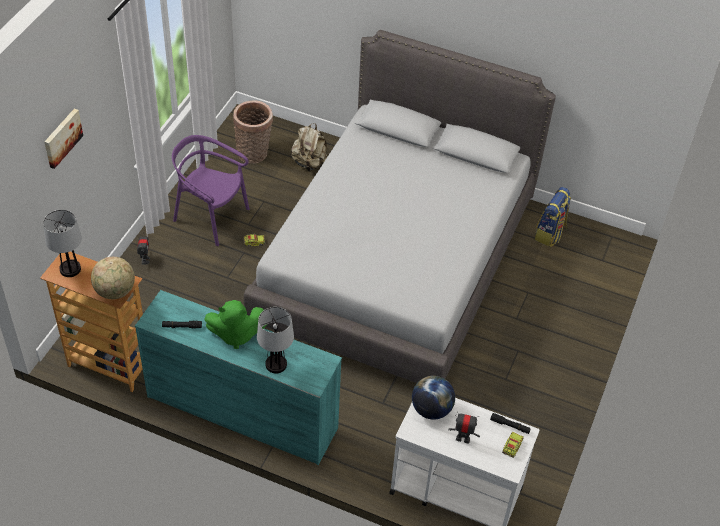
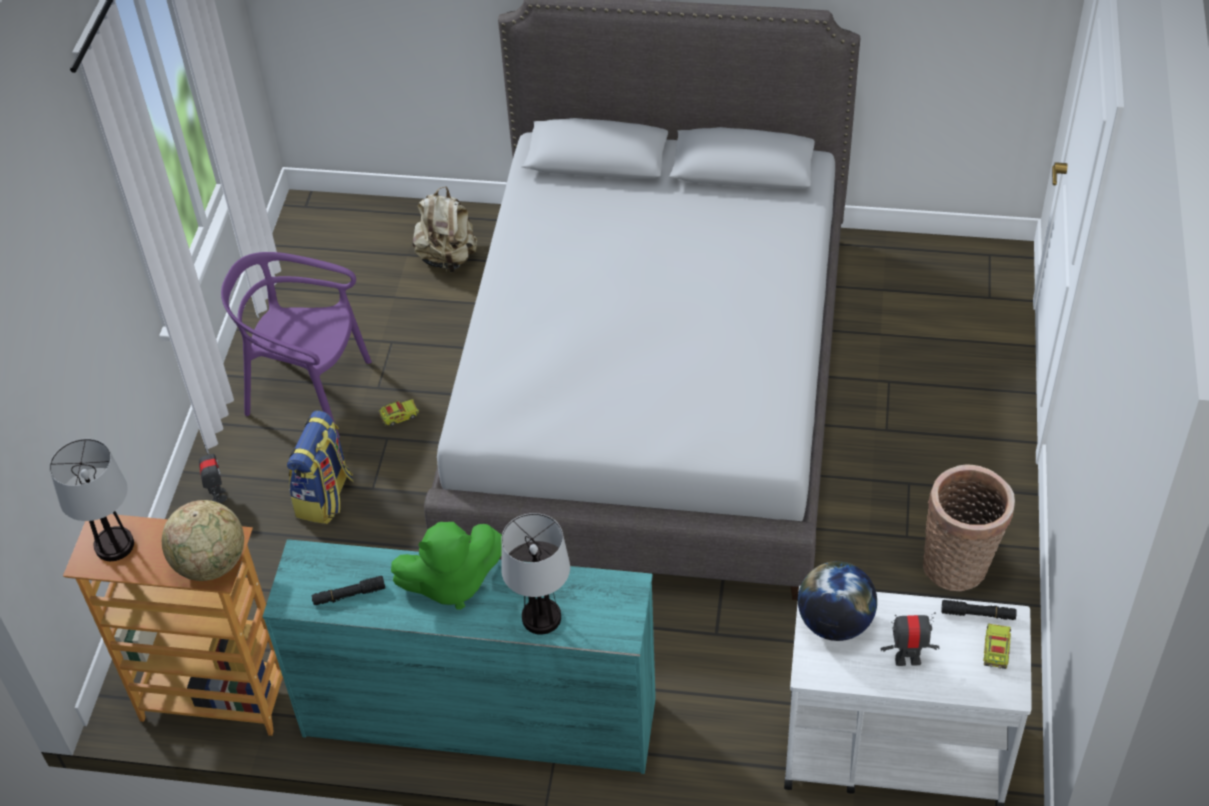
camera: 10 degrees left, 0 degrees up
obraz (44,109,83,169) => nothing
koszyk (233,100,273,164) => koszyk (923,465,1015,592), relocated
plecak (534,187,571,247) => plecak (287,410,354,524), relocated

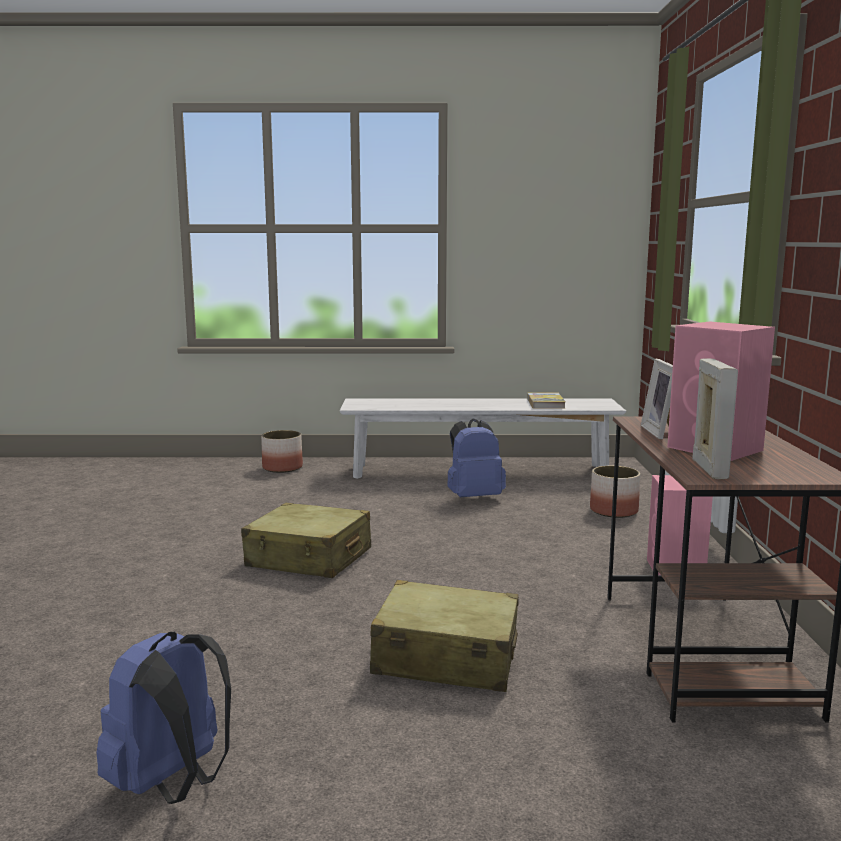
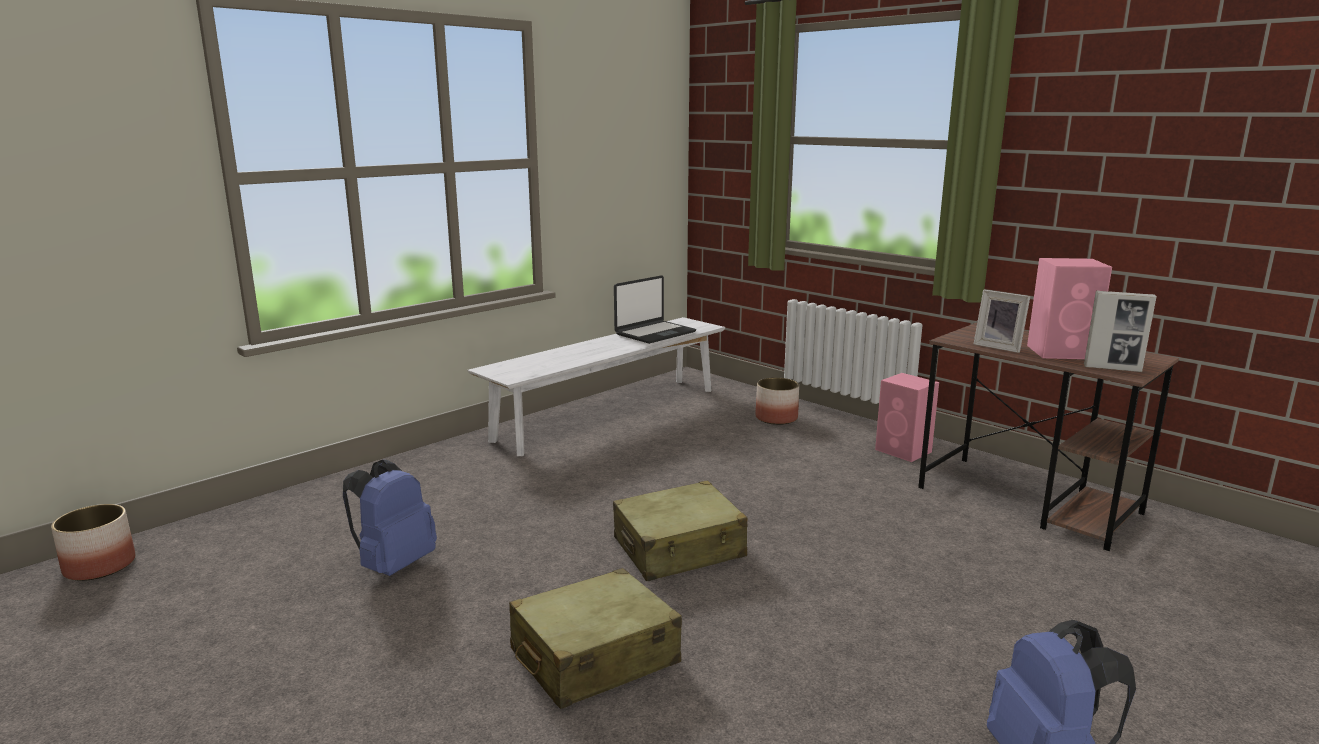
camera: 45 degrees left, 5 degrees up
donica (261,430,303,473) => donica (51,504,135,581), relocated
walizka [beżowy] (370,580,519,692) => walizka [beżowy] (509,568,682,709), relocated
plecak [niebieski] (447,418,506,497) => plecak [niebieski] (343,460,437,576), relocated
książka (527,392,566,409) => laptop (614,275,696,344)
ramka na zdjęcie (692,358,738,479) => ramka na zdjęcie (1084,290,1157,372), 150 degrees clockwise

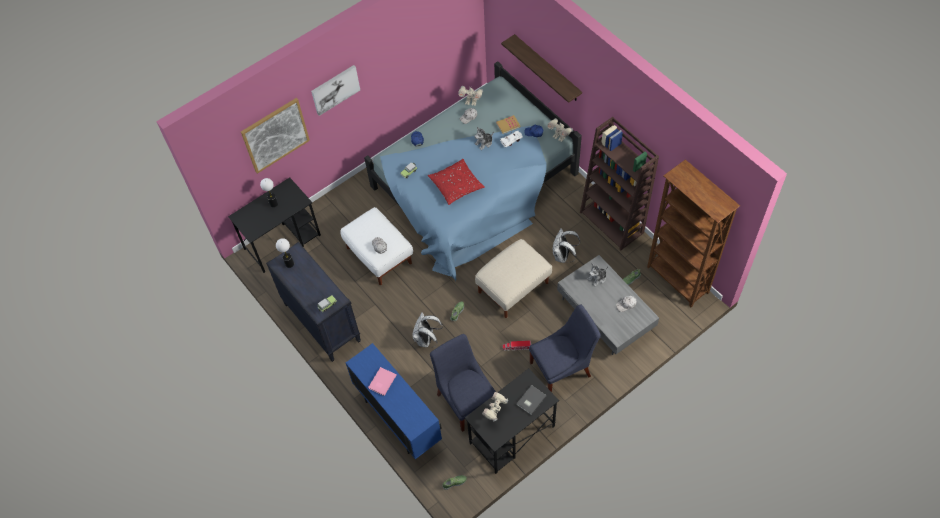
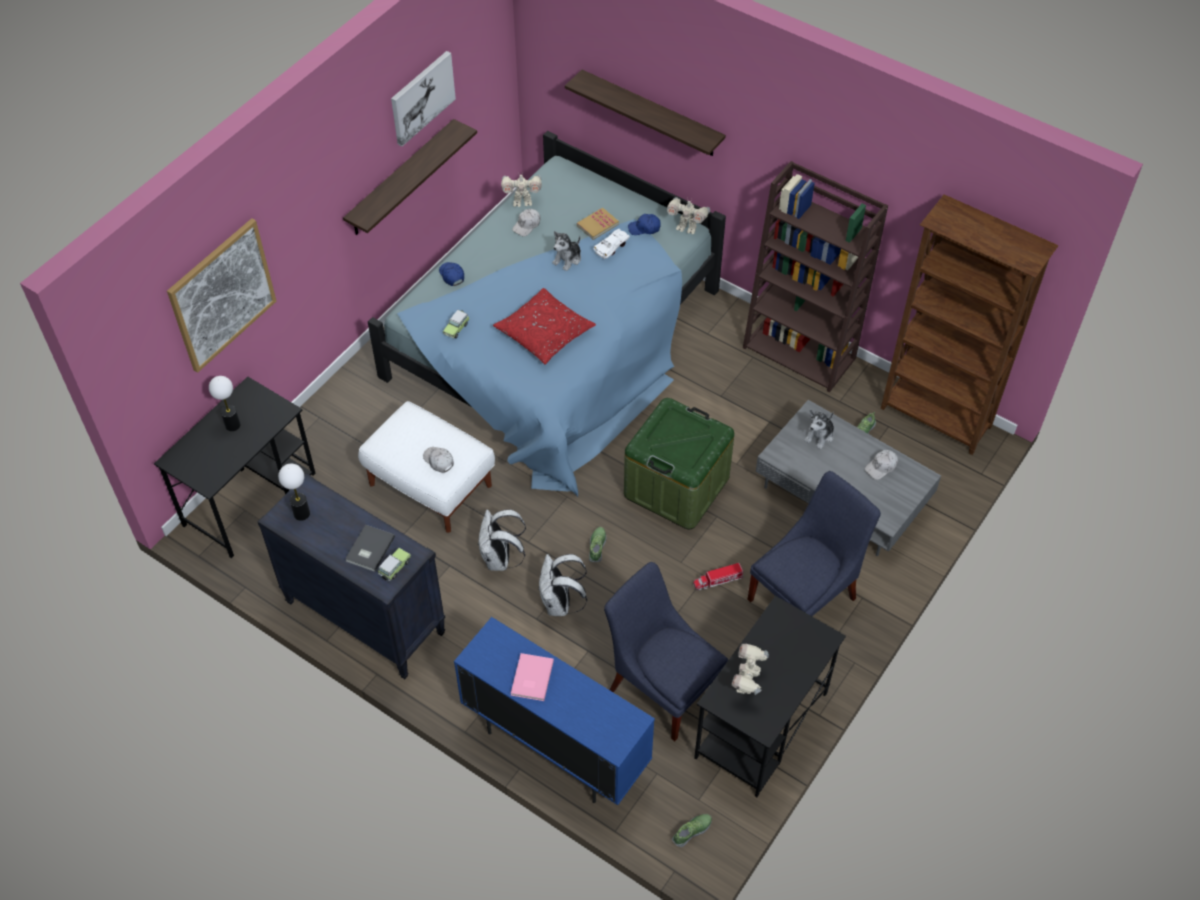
camera: 20 degrees left, 5 degrees down
obraz (311,65,360,116) => obraz (391,51,456,146), relocated
pufa [beżowy] (475,239,552,318) => pojemnik do przechowywania [zielony] (624,398,734,530)
książka [szary] (516,385,546,415) => książka [szary] (345,525,395,572), relocated
plecak [biały] (553,228,580,263) => plecak [biały] (478,509,526,571), relocated
nothing => półka (343,119,477,235)

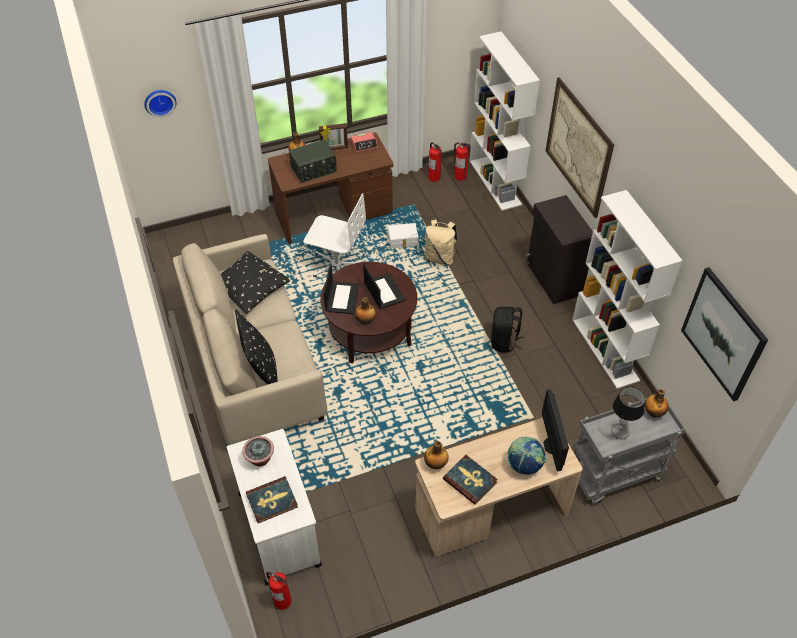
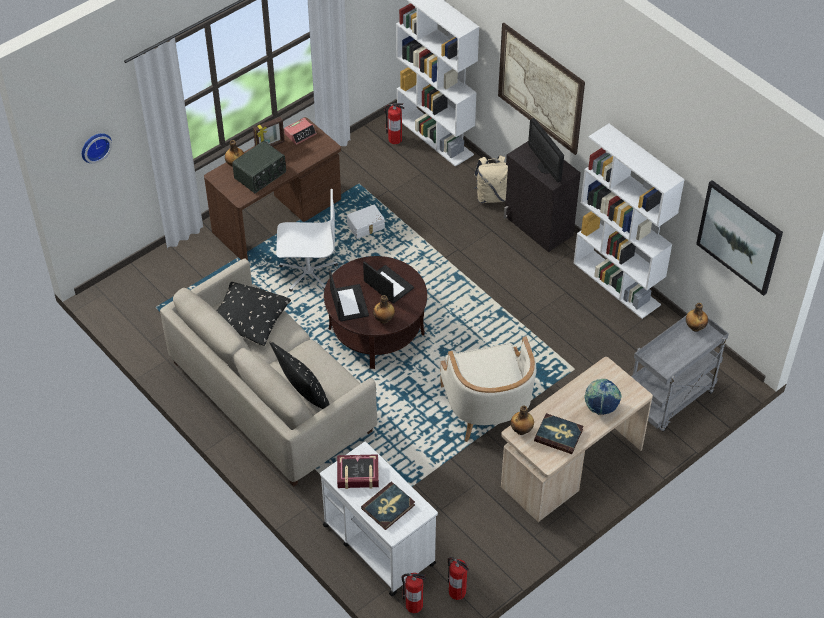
camera: 20 degrees left, 0 degrees up
roślina doniczkowa (242,436,274,466) => książka (337,454,379,489)
plecak [beżowy] (424,219,458,265) => plecak [beżowy] (474,155,508,203), relocated
gaśnica (428,142,442,182) => gaśnica (448,557,469,600), relocated
plecak [czarny] (491,307,524,353) => nothing
monitor (542,390,569,471) => monitor (528,118,564,182), relocated
lampa stołowa (611,387,645,439) => nothing
nothing => fotel [beżowy] (441,336,536,442)

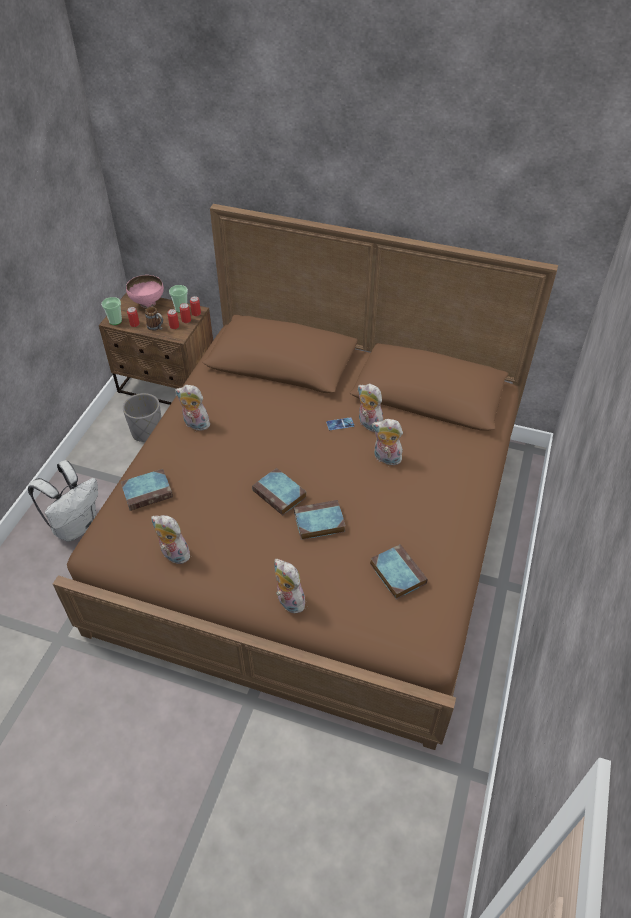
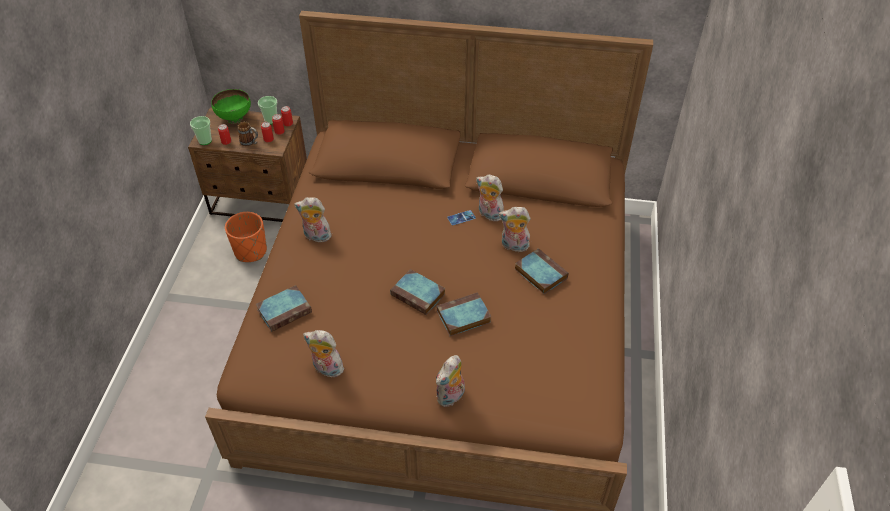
camera: 10 degrees left, 0 degrees up
plecak [biały] (28,460,98,542) => nothing
donica [szary] (123,393,161,442) => donica [pomarańczowy] (225,212,267,262)
miska [różowy] (126,275,164,308) => miska [zielony] (211,89,251,124)
pluszak (274,559,307,614) => pluszak (436,355,465,407), 90 degrees counterclockwise
książka (370,544,428,600) => książka (515,248,569,295), relocated

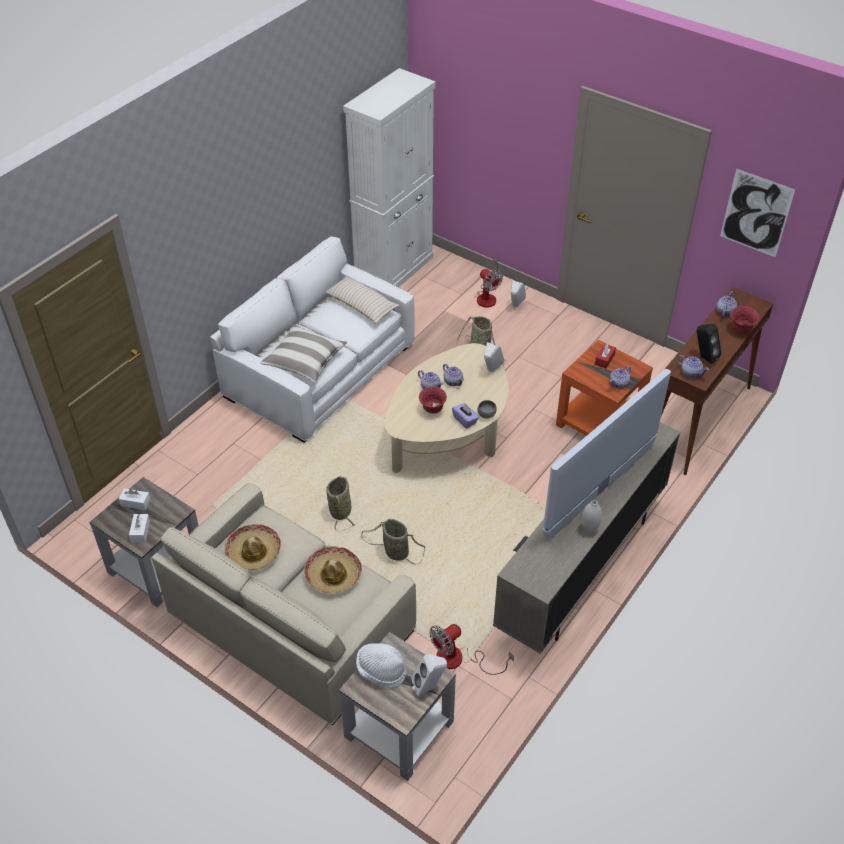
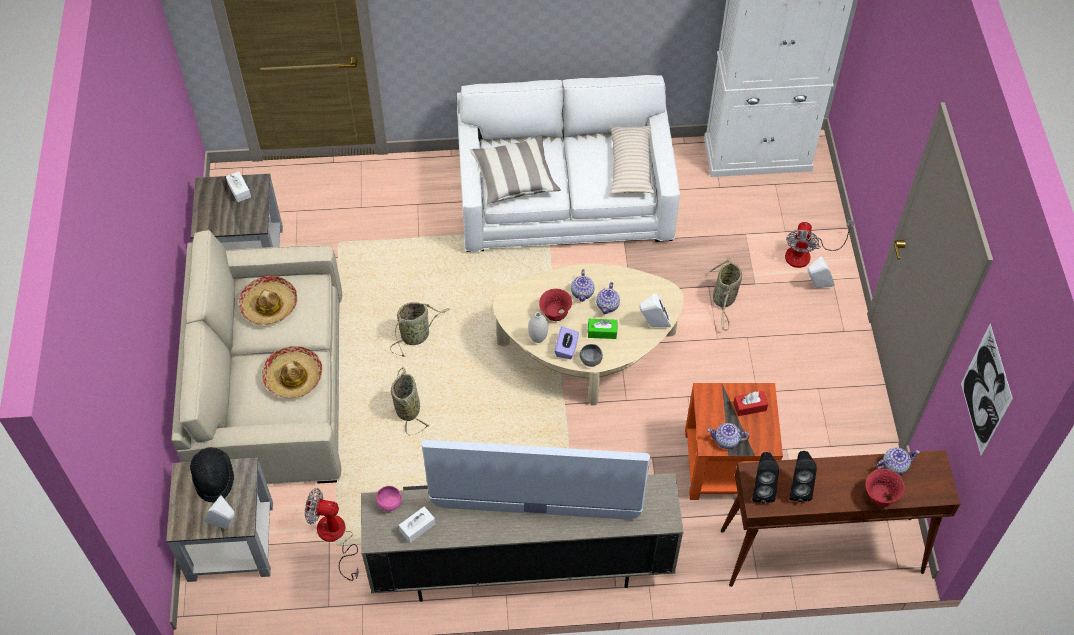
camera: 50 degrees right, 10 degrees up
pudełko chusteczek [biały] (129,514,150,542) => pudełko chusteczek [biały] (399,506,436,543), relocated
kapelusz [biały] (356,643,407,688) => kapelusz [czarny] (190,447,234,502)
wazon [biały] (582,500,602,533) => wazon [biały] (528,312,548,343), relocated
imbryk (677,355,709,378) => głośnik [czarny] (752,452,779,504)
nothing => miska [różowy] (376,486,402,511)
nothing => pudełko chusteczek [zielony] (588,319,617,339)

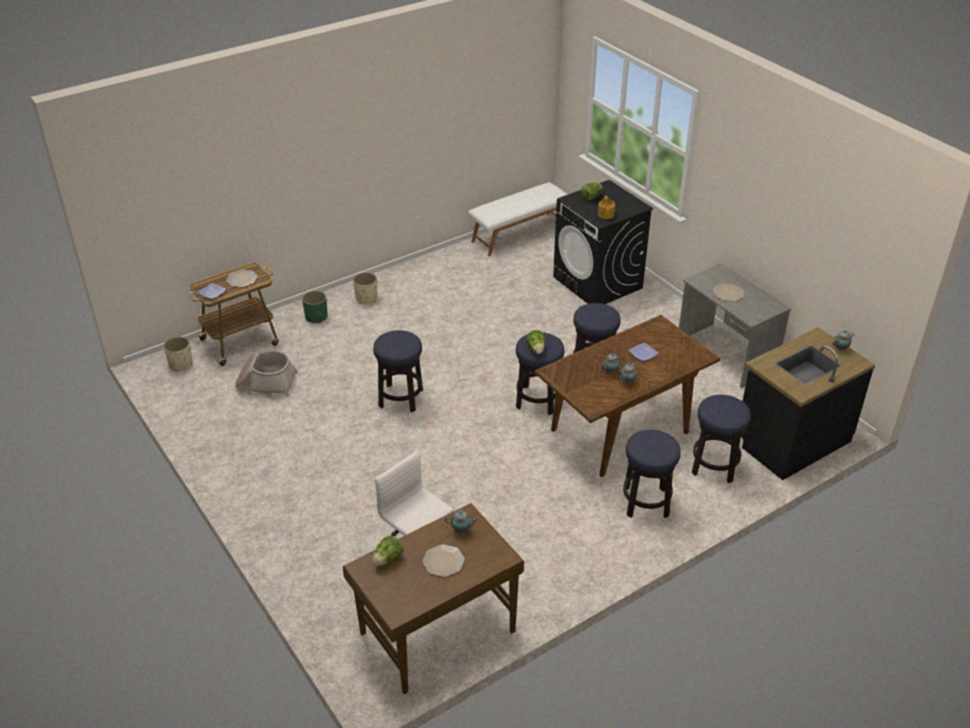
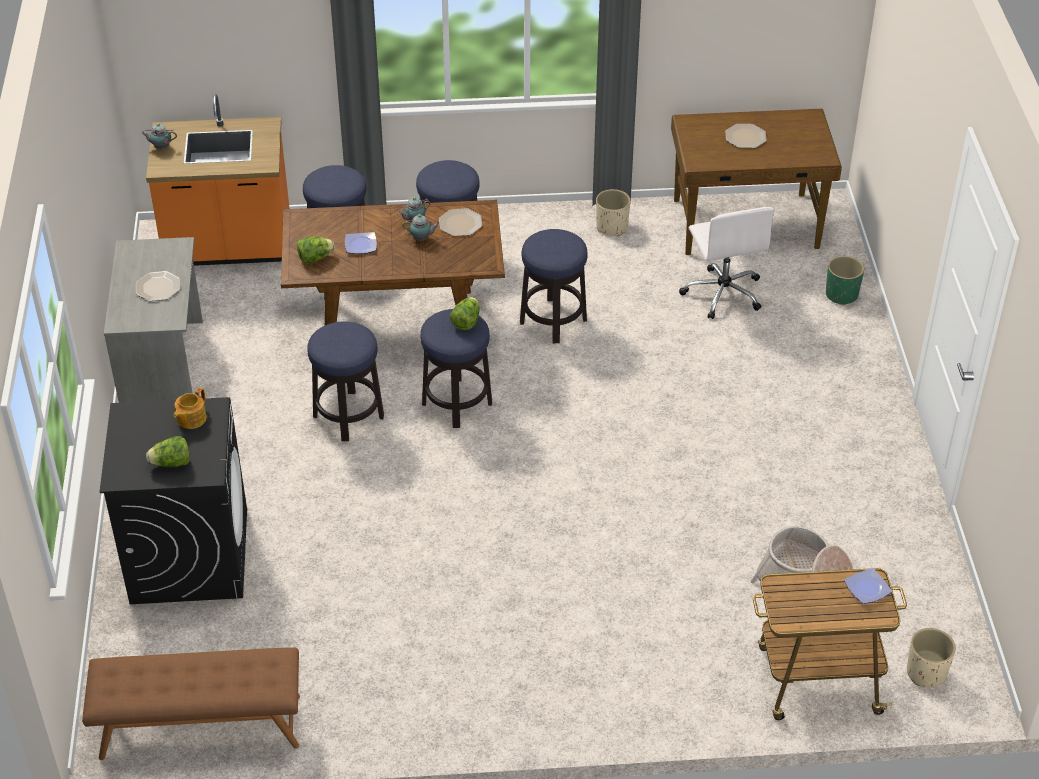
camera: 150 degrees left, 5 degrees up
talerz (226,270,258,287) => talerz (439,208,483,236), relocated
donica [zielony] (302,290,327,323) => donica [zielony] (826,256,864,305), relocated
donica [beżowy] (353,272,377,304) => donica [beżowy] (596,189,630,236), relocated
sałata (372,536,404,566) => sałata (297,237,335,264), relocated
stołek (373,330,423,412) => stołek (520,229,588,343), relocated
imbryk (445,510,478,534) => nothing
ławka [biały] (468,182,568,256) => ławka [brązowy] (82,647,300,760)
zabudowa kuchenna [czarny] (741,327,875,480) => zabudowa kuchenna [pomarańczowy] (146,94,289,266)

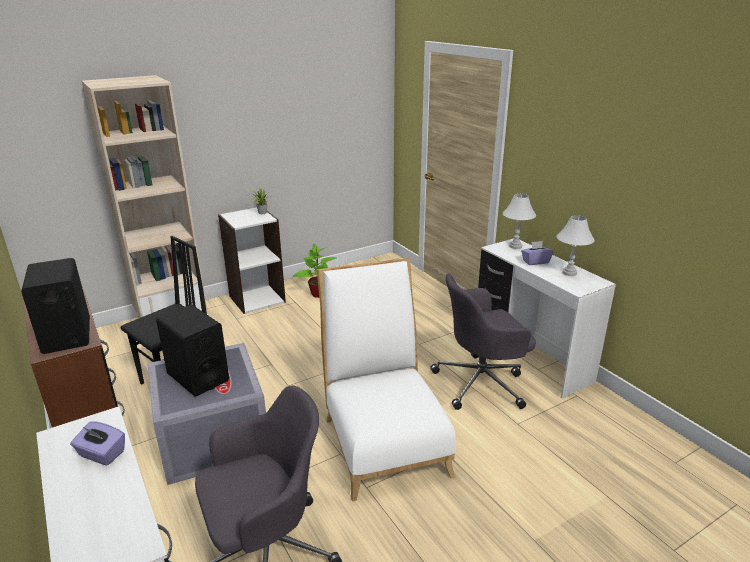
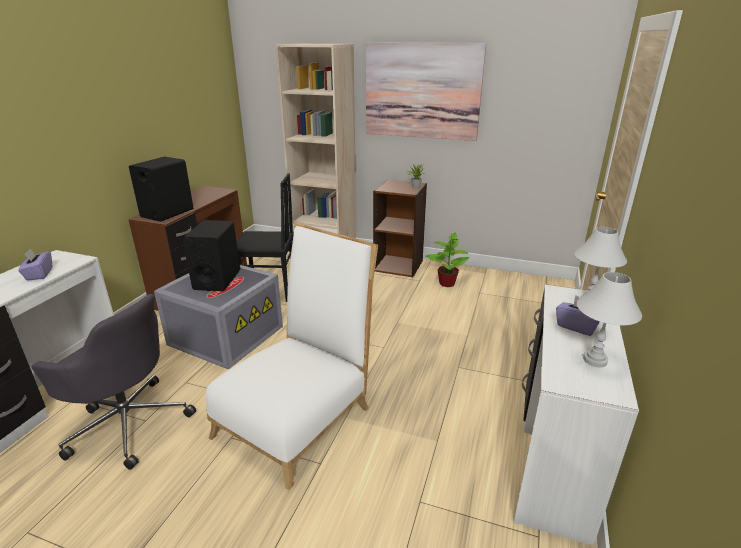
camera: 50 degrees right, 0 degrees up
regał [biały] (218,207,286,314) => regał [brązowy] (373,179,427,277)
krzesło biurowe [szary] (430,273,536,410) => nothing
nothing => obraz (366,42,486,141)

